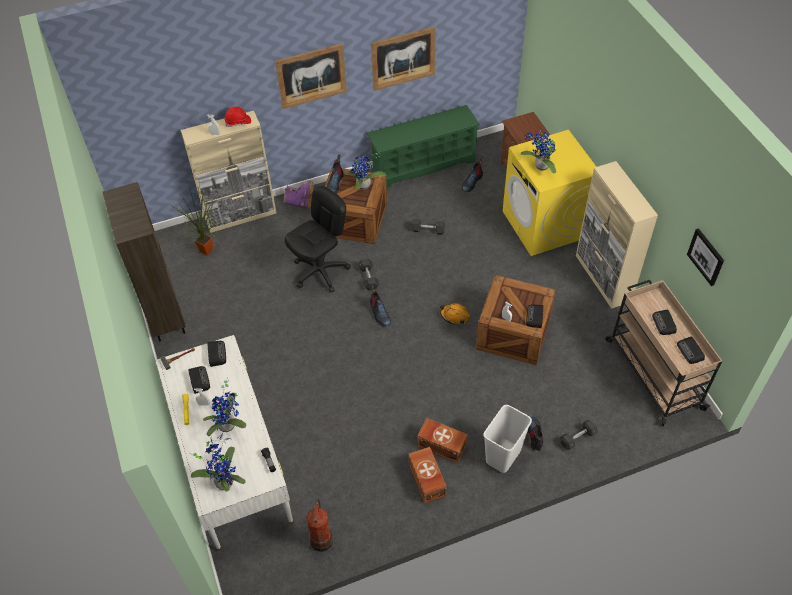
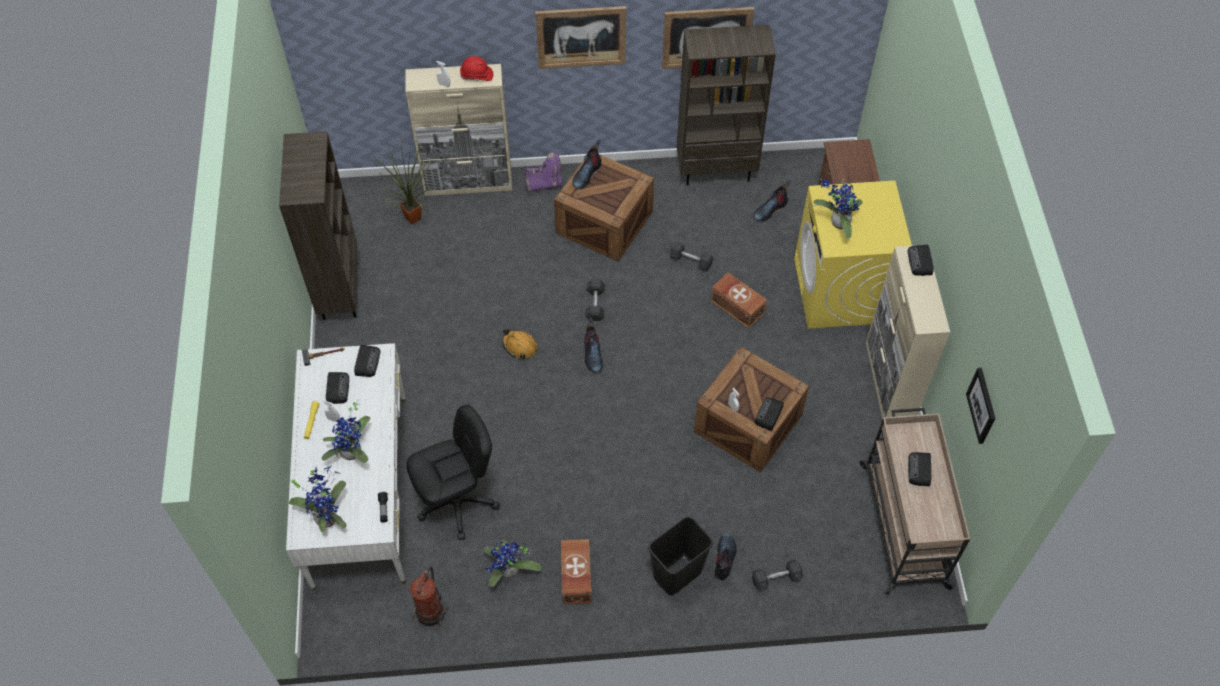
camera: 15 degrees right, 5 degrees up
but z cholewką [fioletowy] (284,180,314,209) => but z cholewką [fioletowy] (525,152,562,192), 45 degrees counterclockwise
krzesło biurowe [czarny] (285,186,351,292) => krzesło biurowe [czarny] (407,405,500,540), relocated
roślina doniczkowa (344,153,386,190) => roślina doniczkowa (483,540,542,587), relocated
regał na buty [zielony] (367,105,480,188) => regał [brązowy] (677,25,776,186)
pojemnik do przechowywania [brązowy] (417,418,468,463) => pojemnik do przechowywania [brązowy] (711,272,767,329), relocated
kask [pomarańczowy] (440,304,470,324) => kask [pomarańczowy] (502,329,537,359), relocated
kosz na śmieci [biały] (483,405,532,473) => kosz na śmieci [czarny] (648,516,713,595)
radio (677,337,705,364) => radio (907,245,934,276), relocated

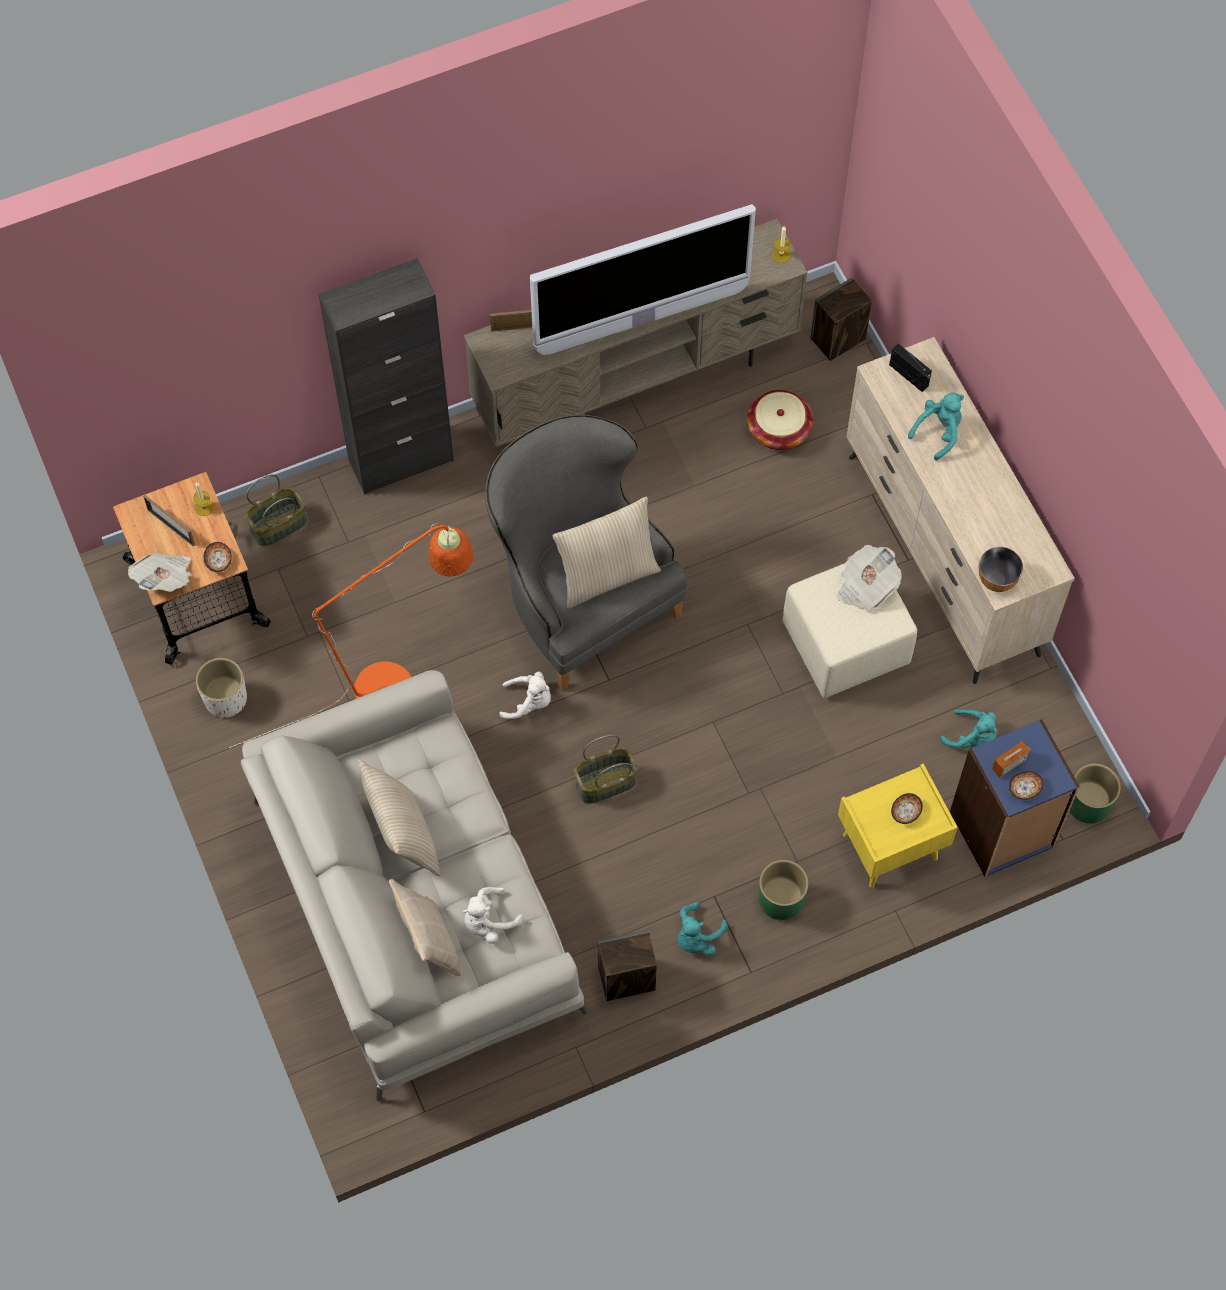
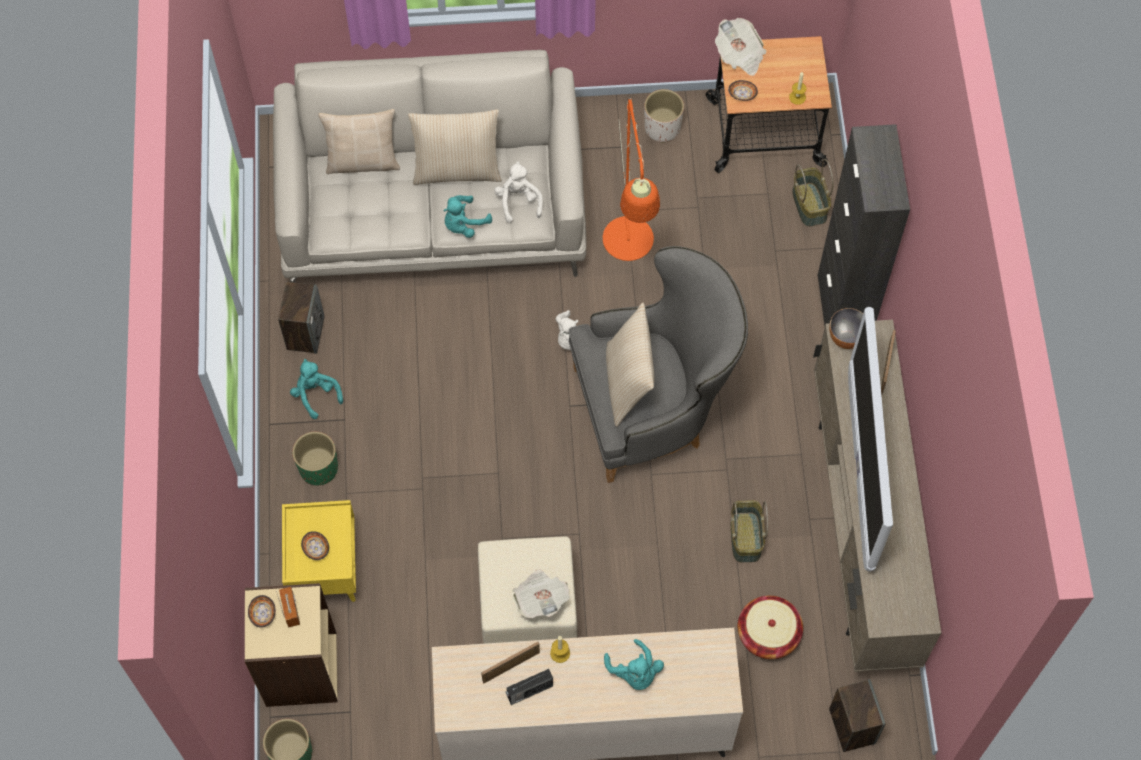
camera: 110 degrees right, 0 degrees up
ramka na zdjęcie (143,495,195,546) => ramka na zdjęcie (481,642,540,683), relocated
pluszak [biały] (463,887,523,944) => pluszak [biały] (494,162,543,223), relocated
koszyk (574,735,638,804) => koszyk (731,500,768,562), relocated
świeca (772,226,791,263) => świeca (550,636,570,663), relocated
radio (889,343,932,392) => radio (506,669,553,705), relocated
pluszak [turkusowy] (940,709,997,748) => pluszak [turkusowy] (443,195,492,238), relocated
regał [niebieski] (950,719,1080,877) => regał [beżowy] (244,583,338,707)
miska (979,547,1023,592) => miska (829,308,863,349), relocated

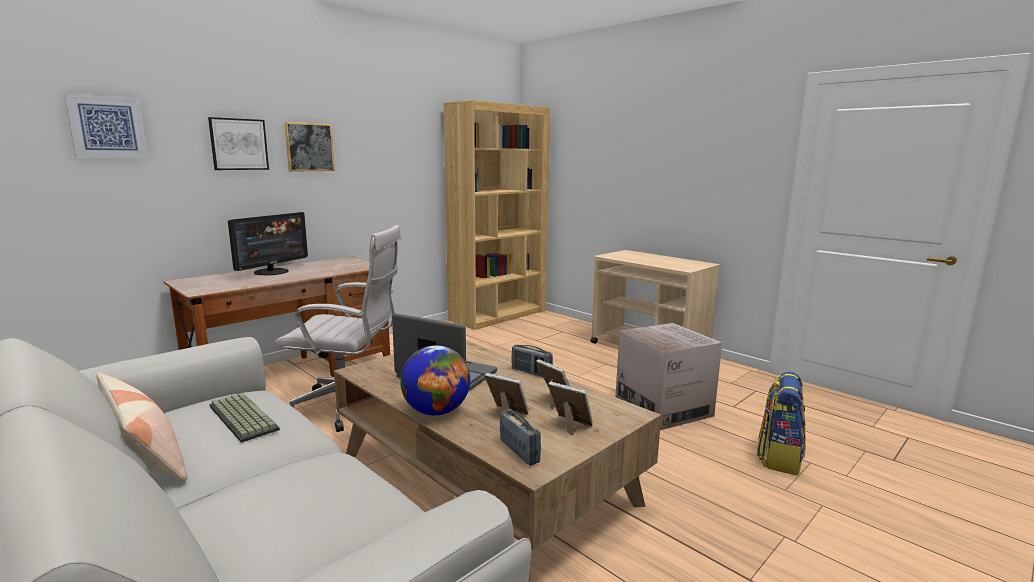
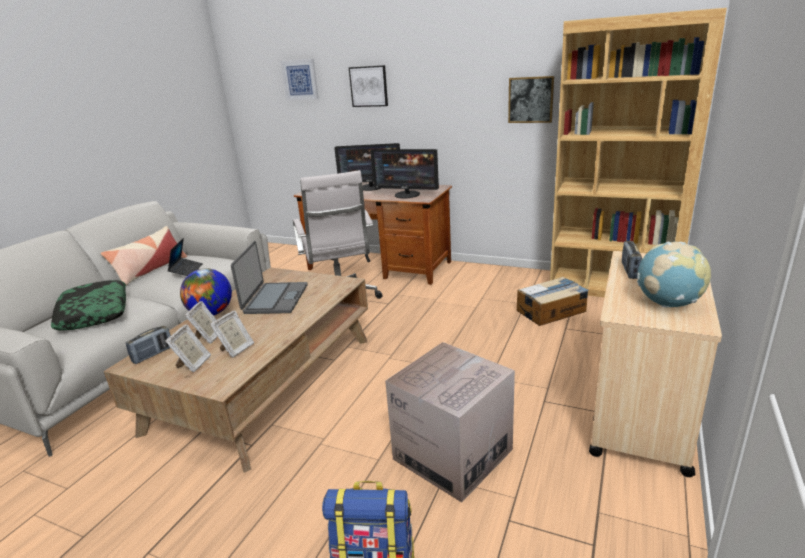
camera: 70 degrees right, 10 degrees up
klawiatura (209,393,280,443) => laptop (167,238,203,276)
obraz (284,122,335,172) => obraz (508,76,554,123), relocated
radio (511,345,553,378) => radio (622,241,642,279), relocated
nothing => poduszka (51,280,126,330)
nothing => monitor (370,149,439,198)
nothing => karton (517,277,589,326)
nothing => globus (637,241,711,308)

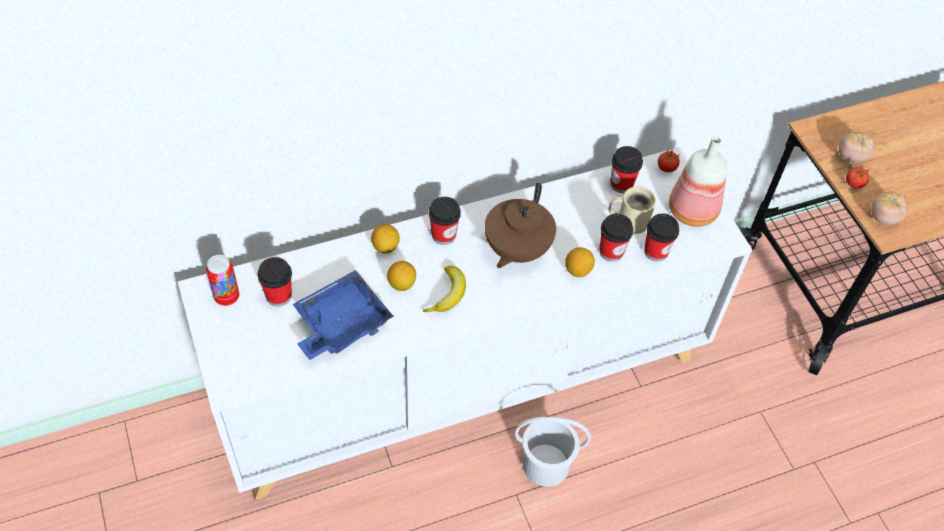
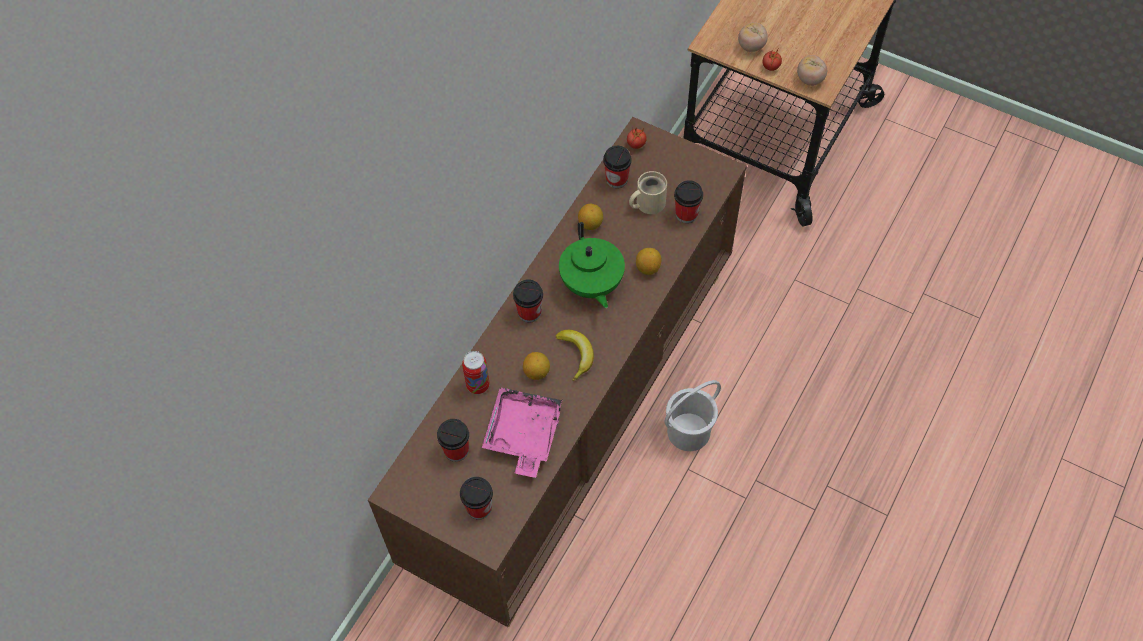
camera: 35 degrees left, 5 degrees up
szafka [biały] (178,146,752,500) => szafka [brązowy] (368,117,747,627)
puszka (206,255,239,306) => puszka (462,351,490,394), relocated
taca [niebieski] (293,270,394,360) => taca [różowy] (482,387,563,478)
cytryna (371,224,400,254) => cytryna (578,204,603,230), relocated
imbryk [brązowy] (485,183,556,268) => imbryk [zielony] (559,222,625,308)
filiżanka (599,214,633,262) => filiżanka (460,477,493,520), relocated
butelka (669,136,727,227) => nothing

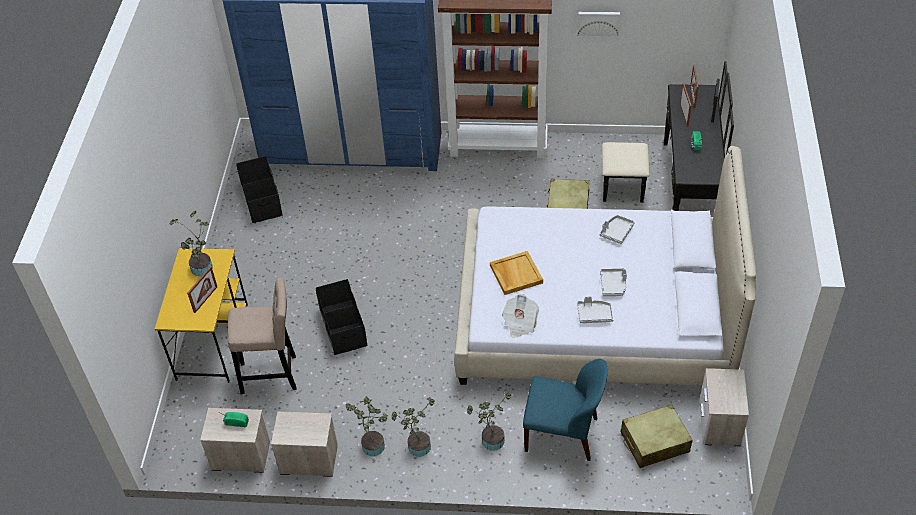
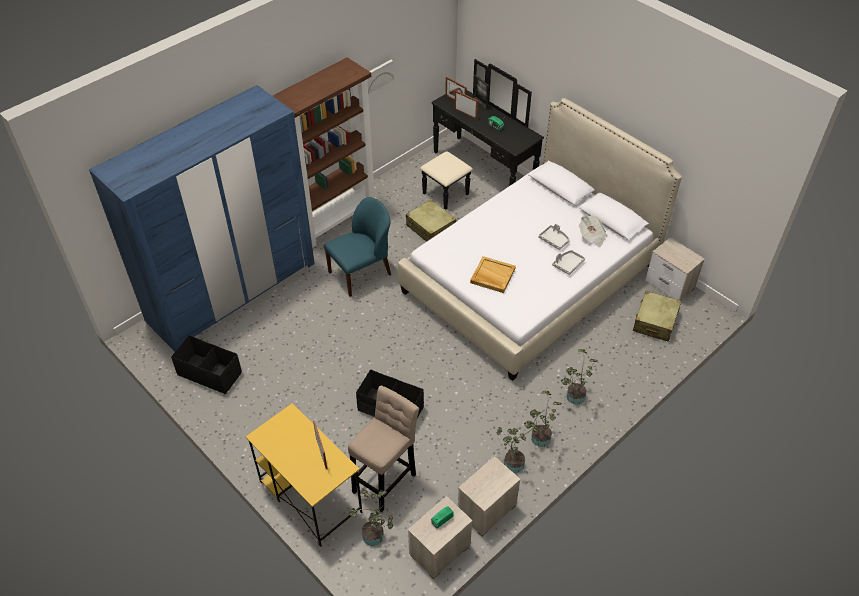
camera: 50 degrees left, 0 degrees up
roślina doniczkowa (169,211,213,276) => roślina doniczkowa (349,490,393,546), relocated
gazeta (502,294,539,338) => gazeta (579,215,607,247), relocated
krzesło [niebieski] (523,359,608,461) => krzesło [niebieski] (324,197,391,297), relocated
taca [szary] (600,215,635,244) => nothing

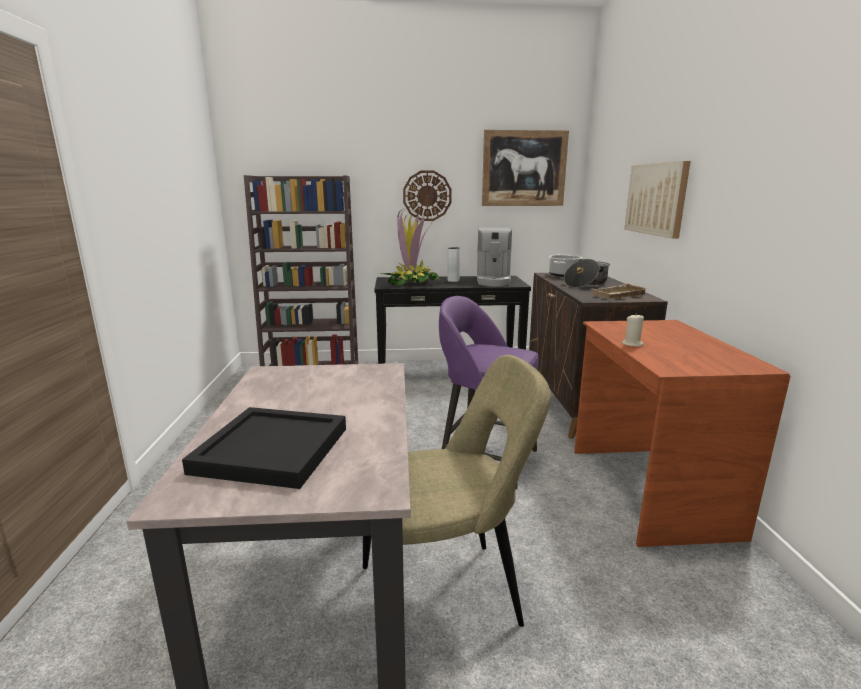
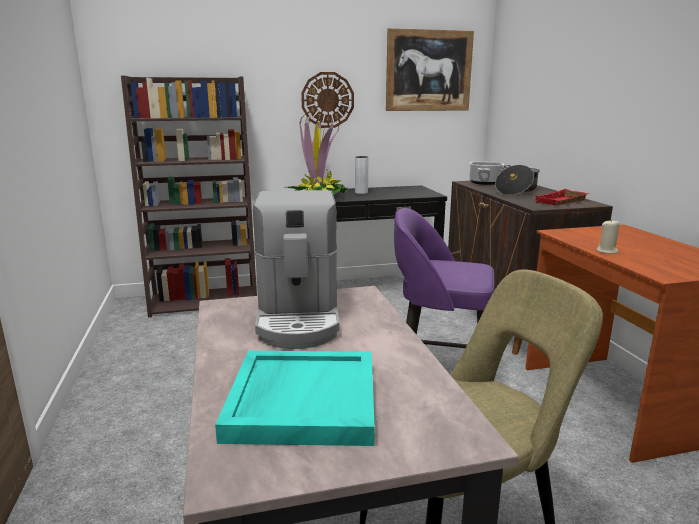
camera: 10 degrees left, 0 degrees up
taca [czarny] (182,407,346,489) => taca [turkusowy] (215,351,375,446)
ekspres do kawy (477,227,512,286) => ekspres do kawy (253,190,340,349), relocated
taca [beżowy] (593,283,649,299) => taca [czerwony] (535,189,589,205)
obraz (624,161,690,238) => nothing

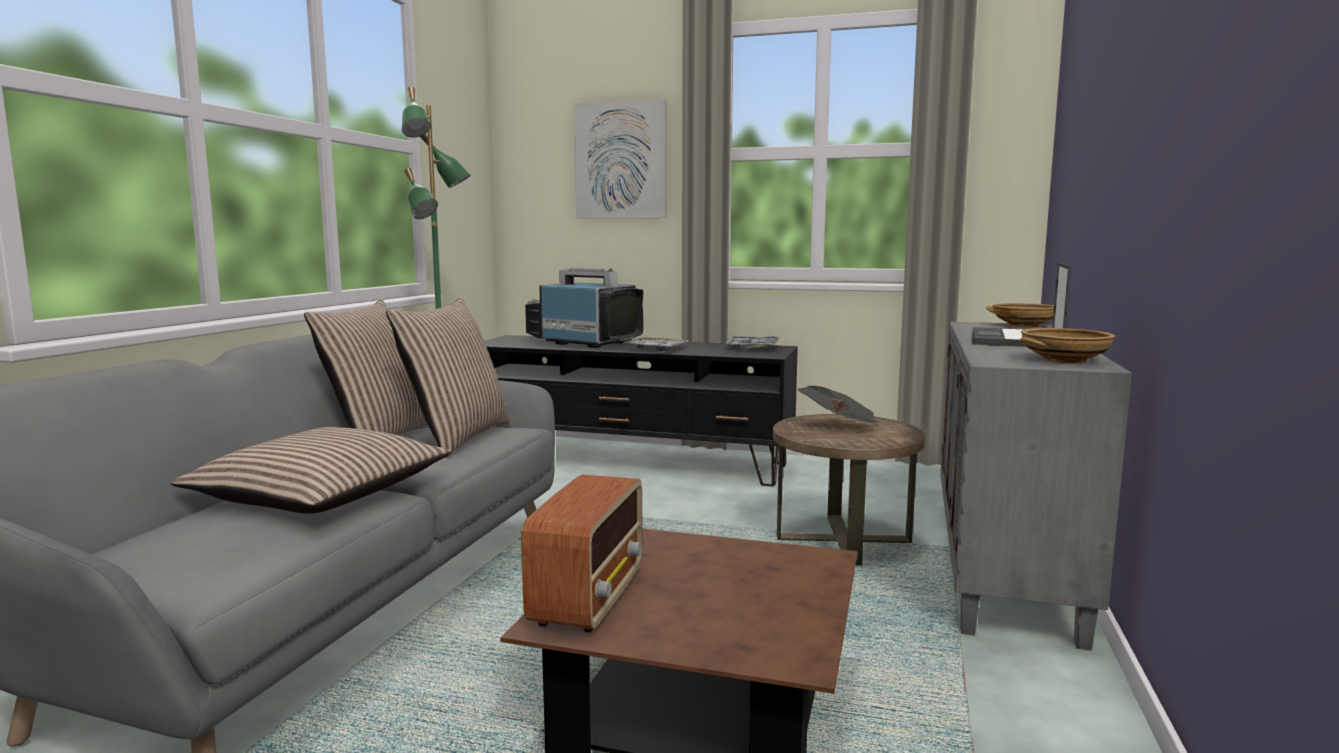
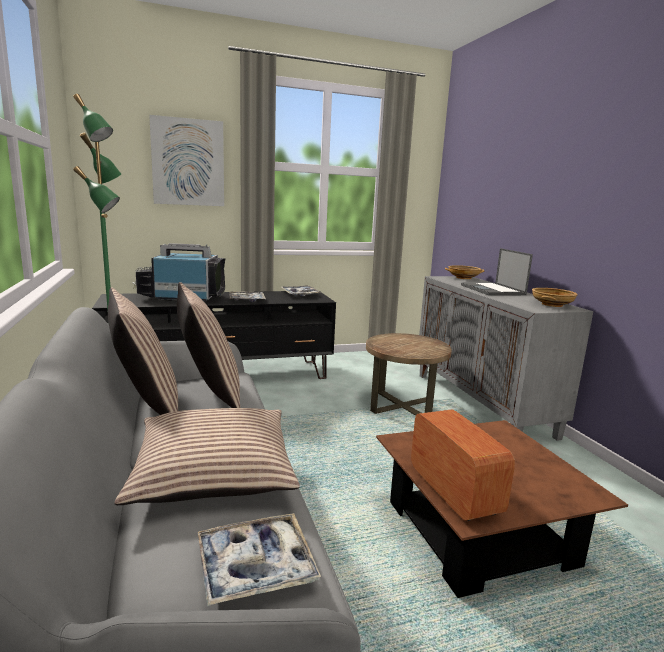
camera: 35 degrees left, 5 degrees up
gazeta (797,386,879,423) => nothing
nothing => taca (198,513,321,606)

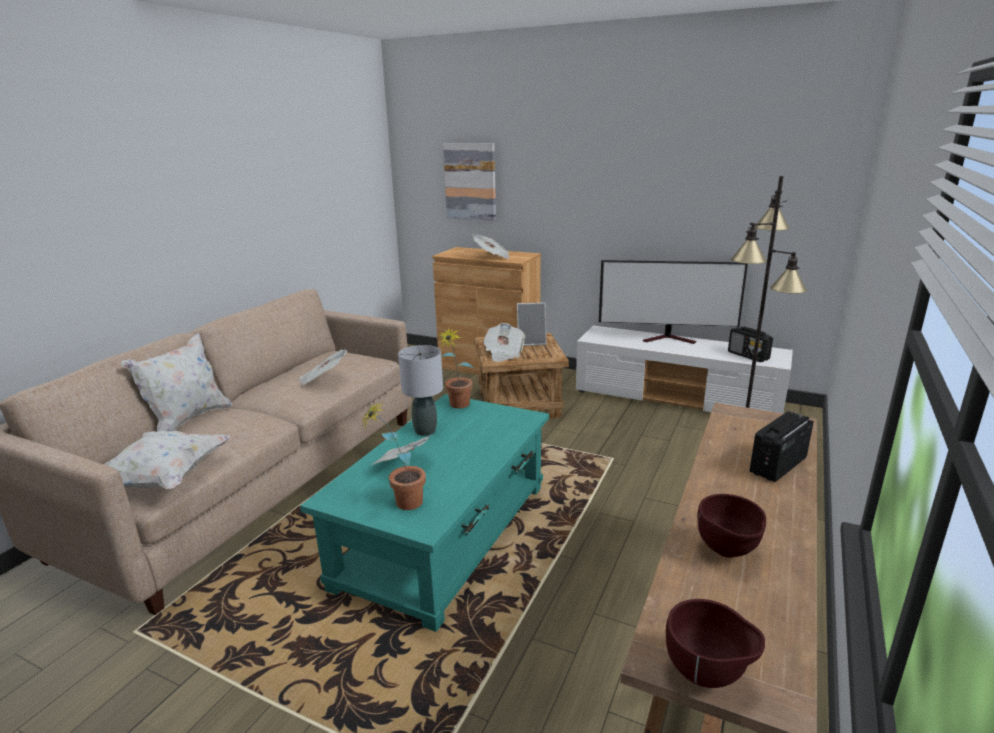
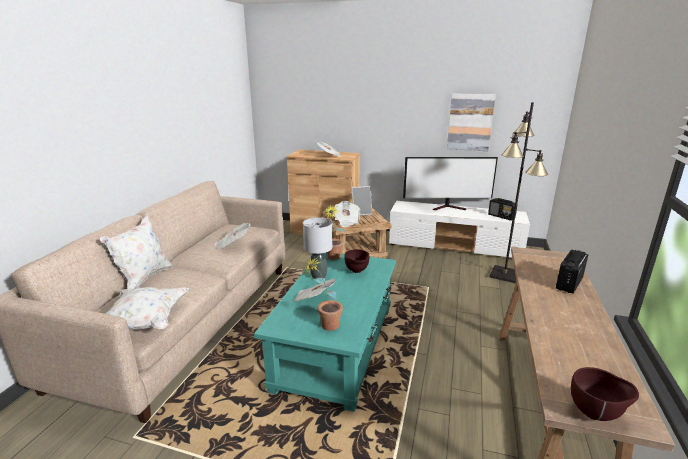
camera: 10 degrees left, 0 degrees up
obraz (443,143,496,221) => obraz (447,93,496,151), relocated
miska [brązowy] (697,494,766,558) => miska [brązowy] (344,249,369,273), relocated

